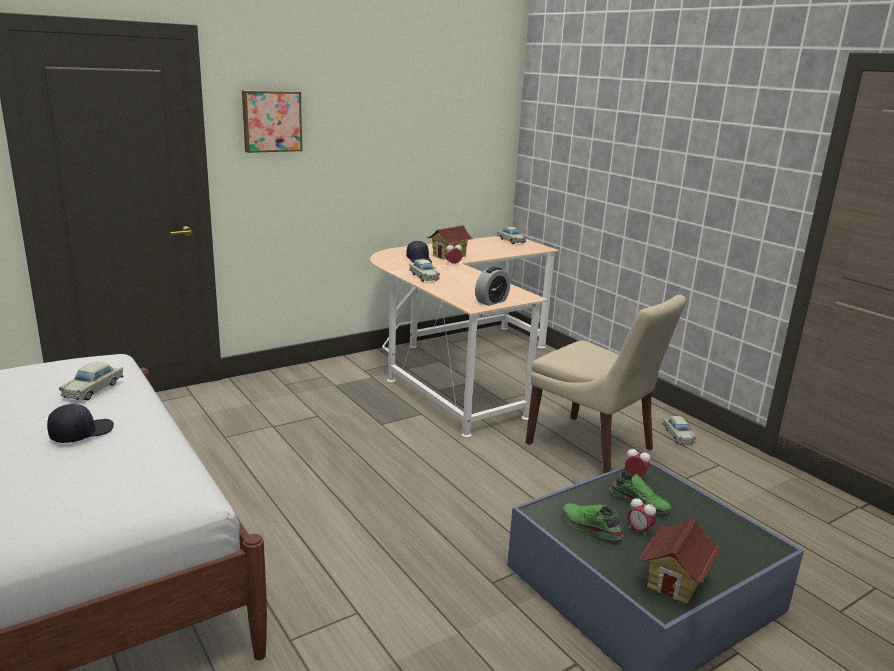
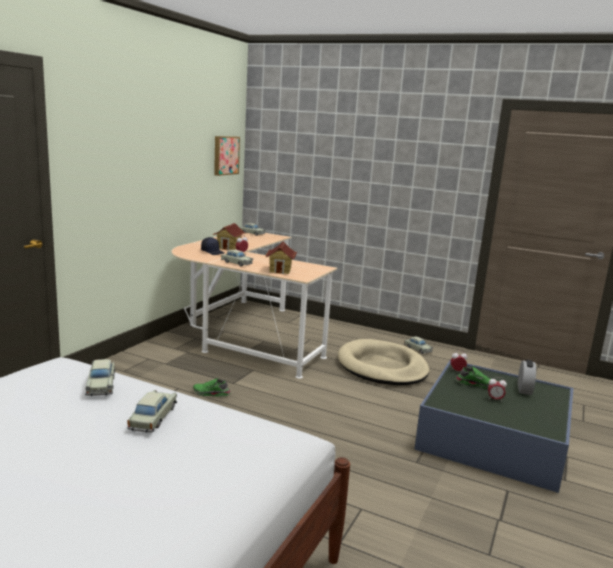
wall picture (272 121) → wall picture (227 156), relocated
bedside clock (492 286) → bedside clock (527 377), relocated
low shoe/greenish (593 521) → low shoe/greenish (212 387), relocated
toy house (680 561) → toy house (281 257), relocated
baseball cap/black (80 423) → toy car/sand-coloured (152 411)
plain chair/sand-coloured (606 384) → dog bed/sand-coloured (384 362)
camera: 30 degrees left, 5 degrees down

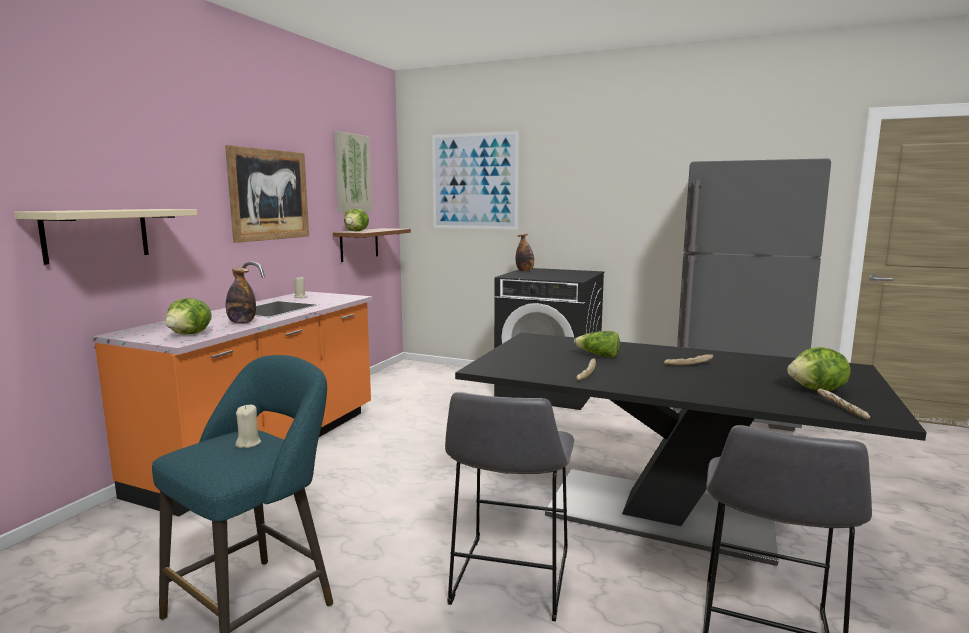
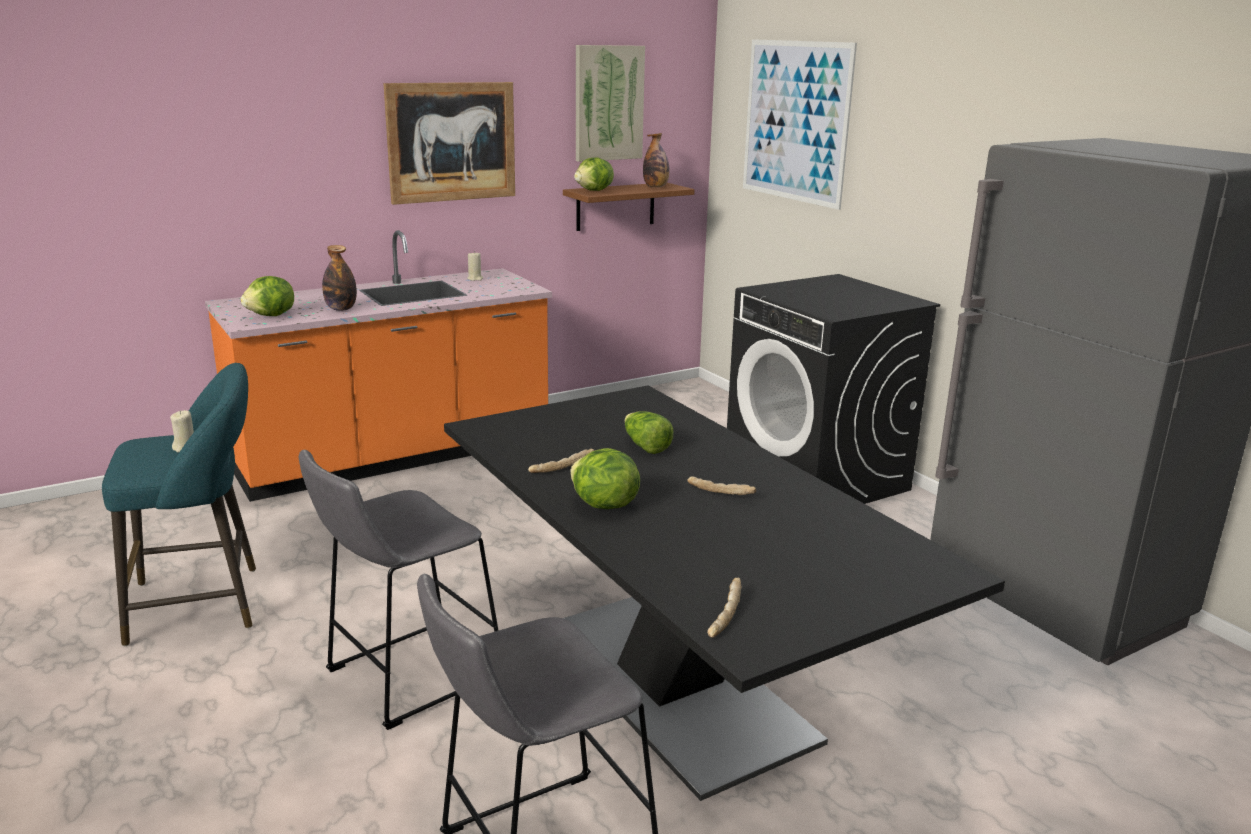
bracket shelf/sand-coloured (105 237) → -
drink bottle (525 252) → drink bottle (656 160), relocated
lettuce head (818 369) → lettuce head (605 478), relocated
camera: 35 degrees right, 10 degrees up

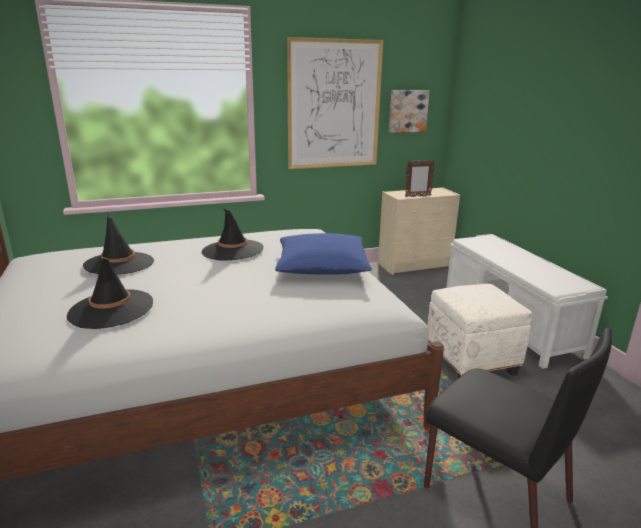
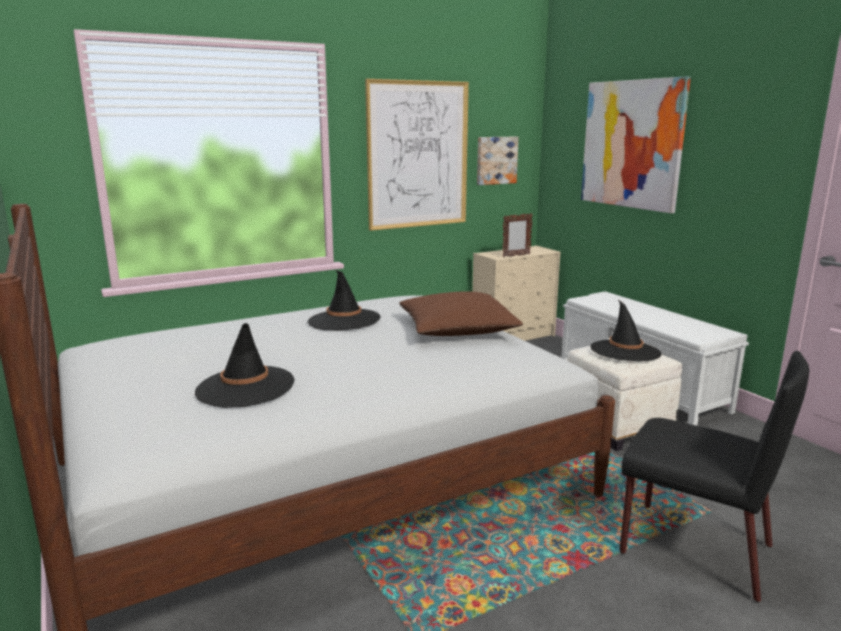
- → wall picture (636 144)
wearable hat/black (118 244) → wearable hat/black (625 330), relocated
cushion/blue-coloured (323 254) → cushion/brownish (461 314)
camera: 10 degrees left, 5 degrees down

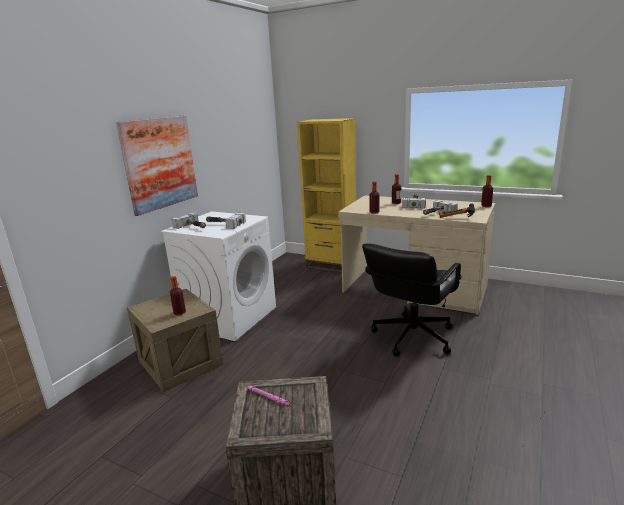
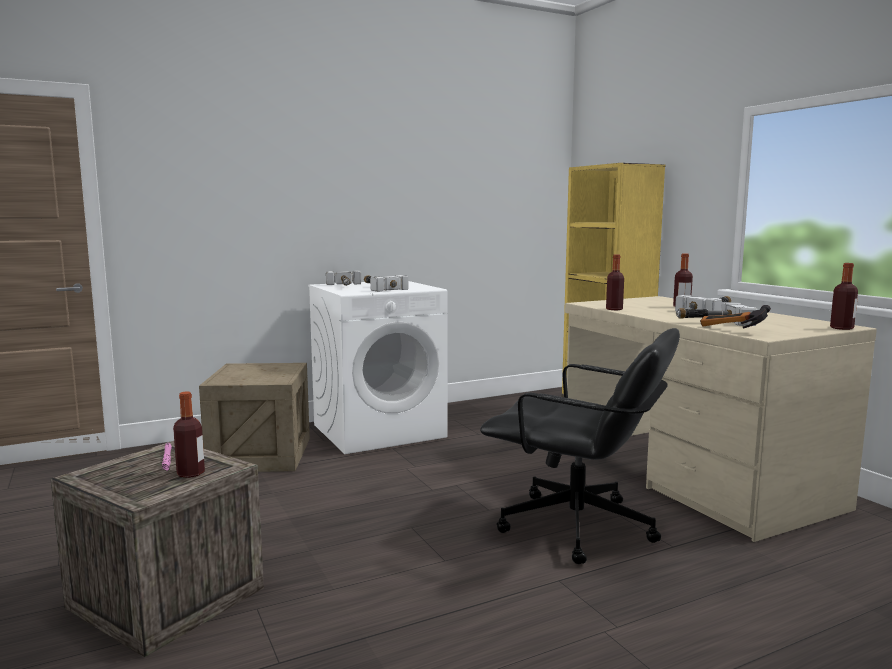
wall picture (157 165) → -
drink bottle (178 295) → drink bottle (189 434), relocated
computer chair/black (412 300) → computer chair/black (580 446), 135 degrees counterclockwise
camera: 35 degrees right, 10 degrees down

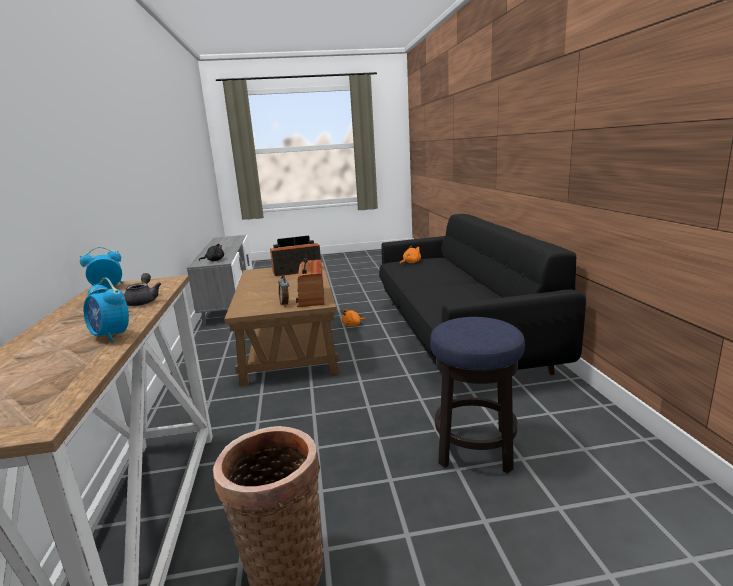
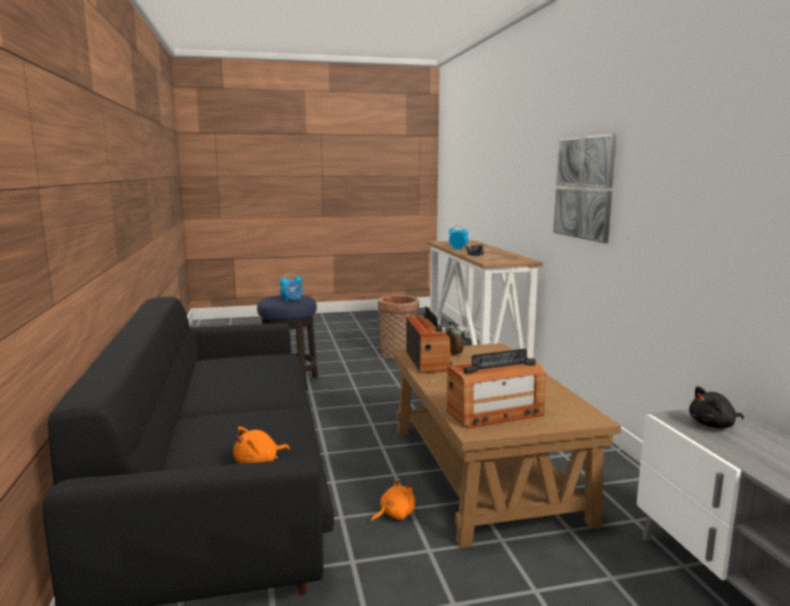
- → wall picture (585 188)
bedside clock (102 267) → bedside clock (291 288), relocated
camera: 175 degrees right, 5 degrees down

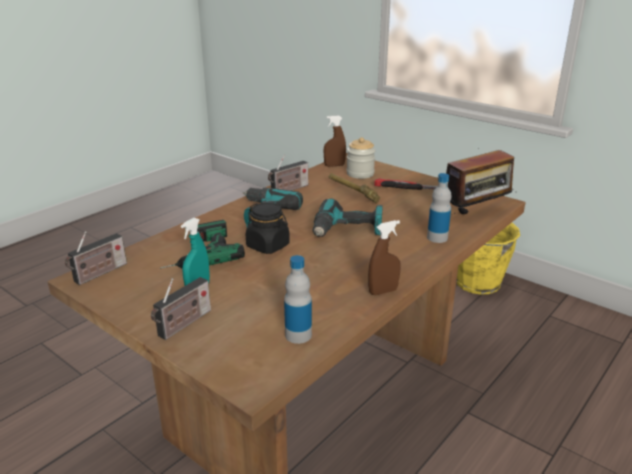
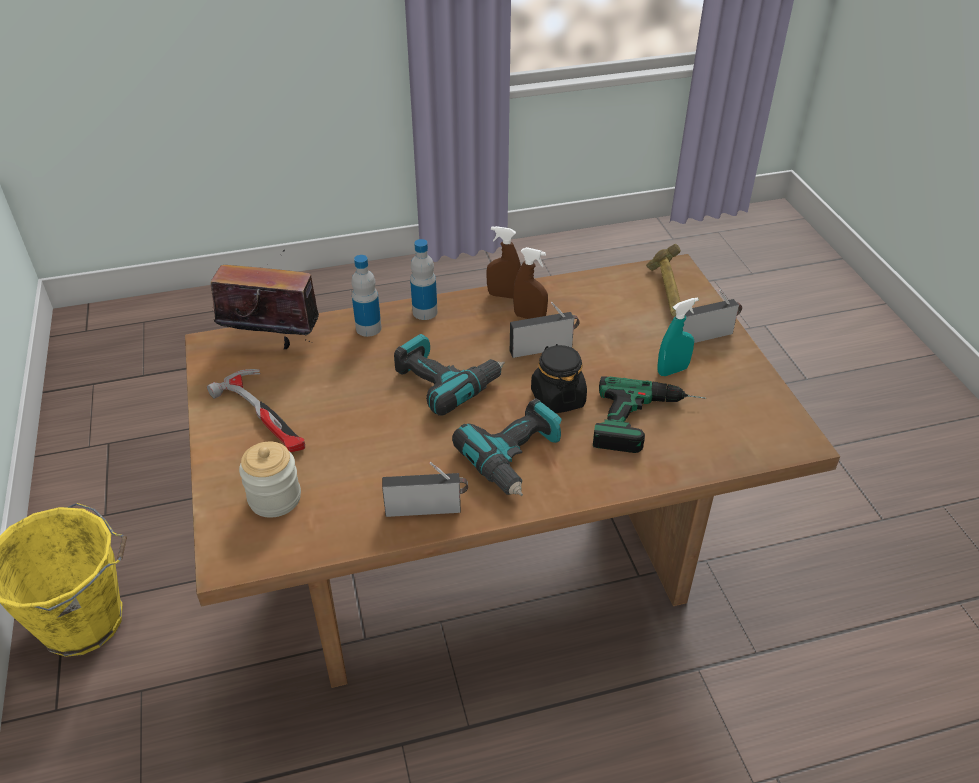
radio (96 258) → radio (544 330), relocated
drink bottle (298 299) → drink bottle (424 279), relocated
spray bottle/brownish (334 140) → spray bottle/brownish (530 283), relocated
hammer (354 188) → hammer (663 280), relocated
camera: 145 degrees left, 15 degrees up

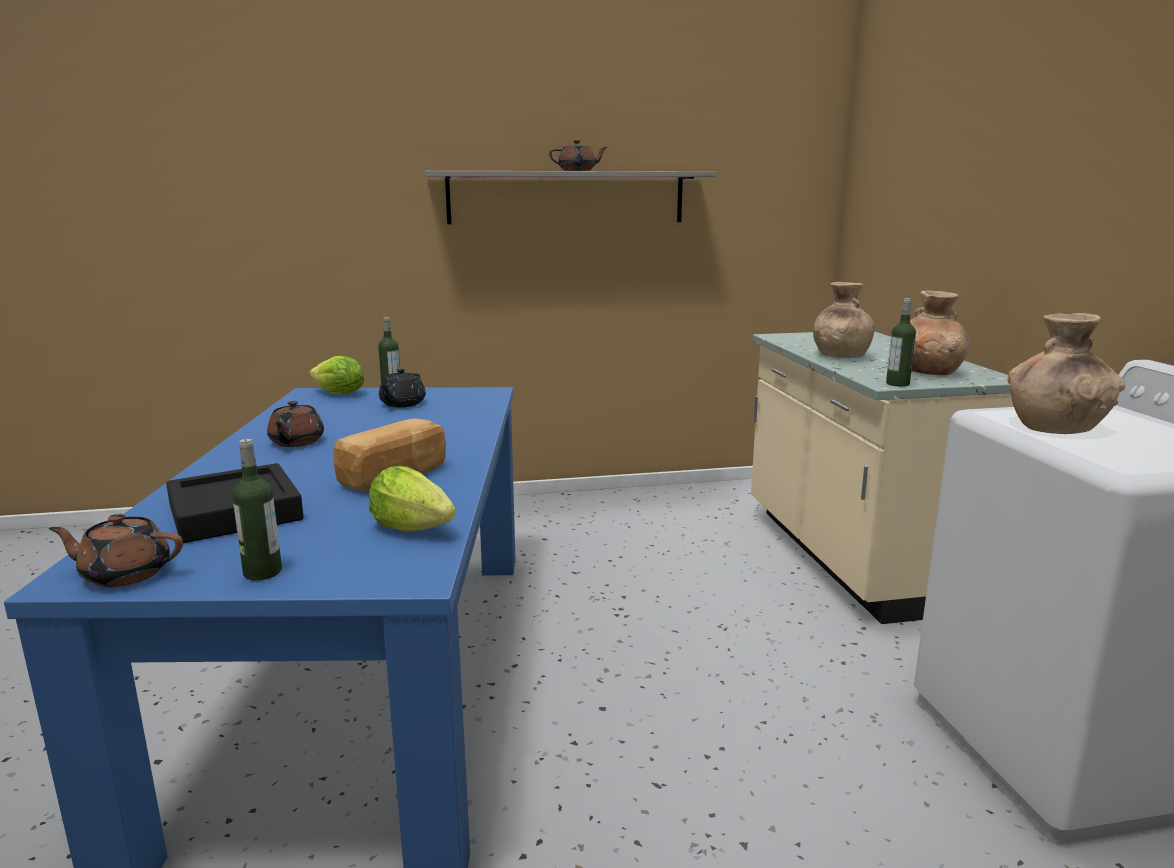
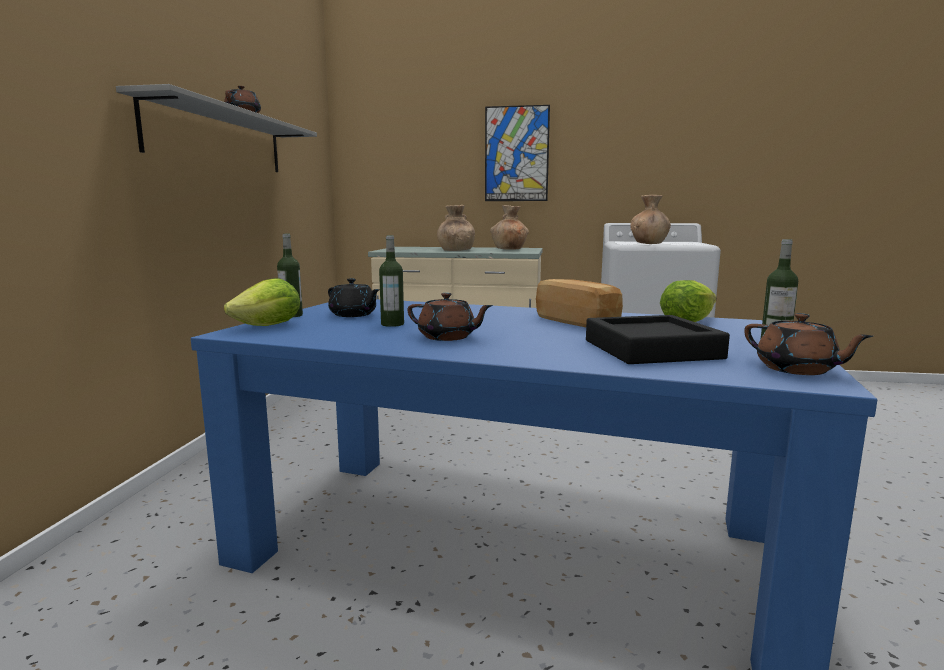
- → wall picture (517 153)
drink bottle (901 342) → drink bottle (391 281), relocated
teapot/brownish (115 550) → teapot/brownish (808 344), 60 degrees counterclockwise
camera: 70 degrees left, 5 degrees down

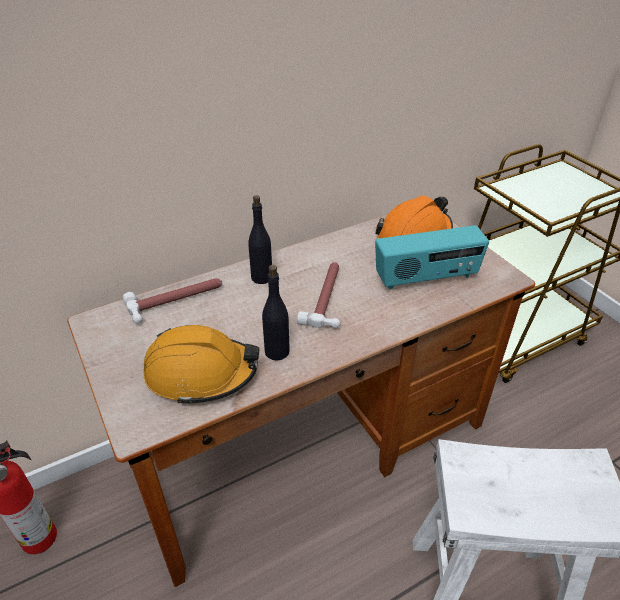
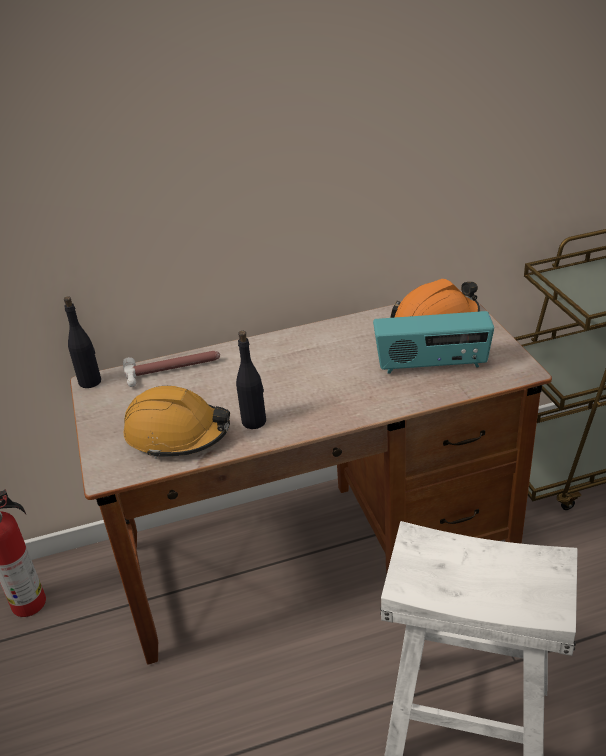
hammer (319 295) → -
drink bottle/black (260 239) → drink bottle/black (82 342), relocated
camera: 15 degrees right, 5 degrees down

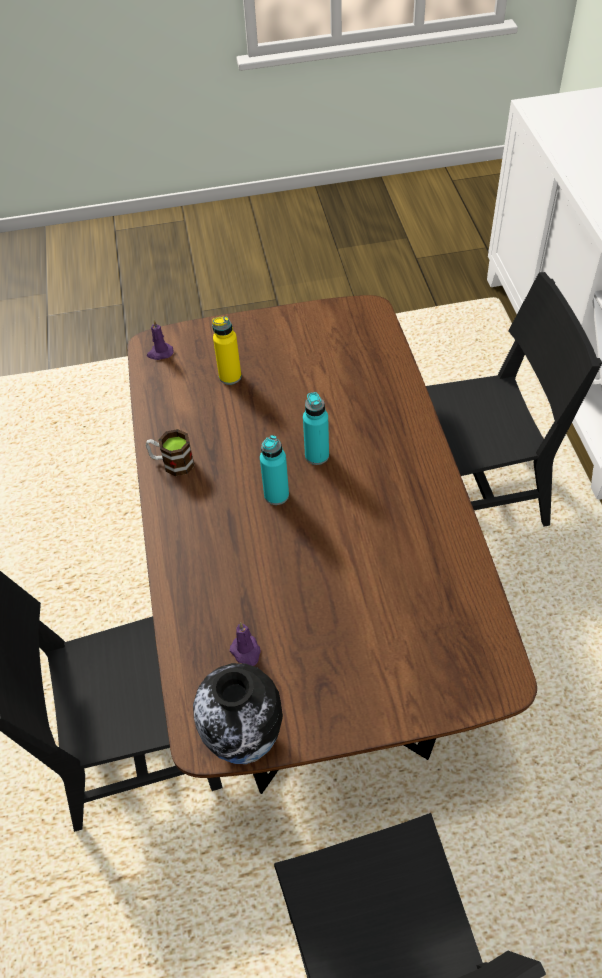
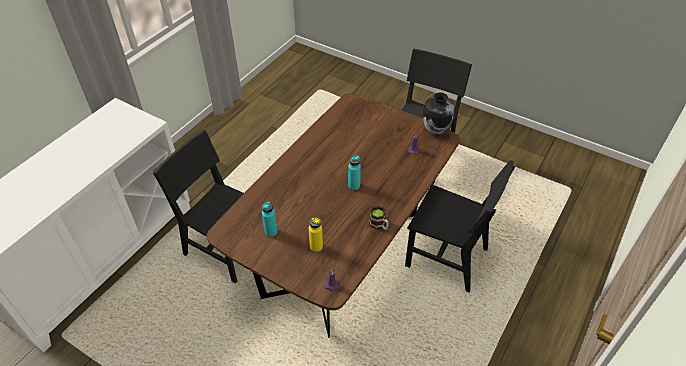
drink bottle/turquoise (316 428) → drink bottle/turquoise (270 219), relocated
camera: 140 degrees left, 5 degrees down

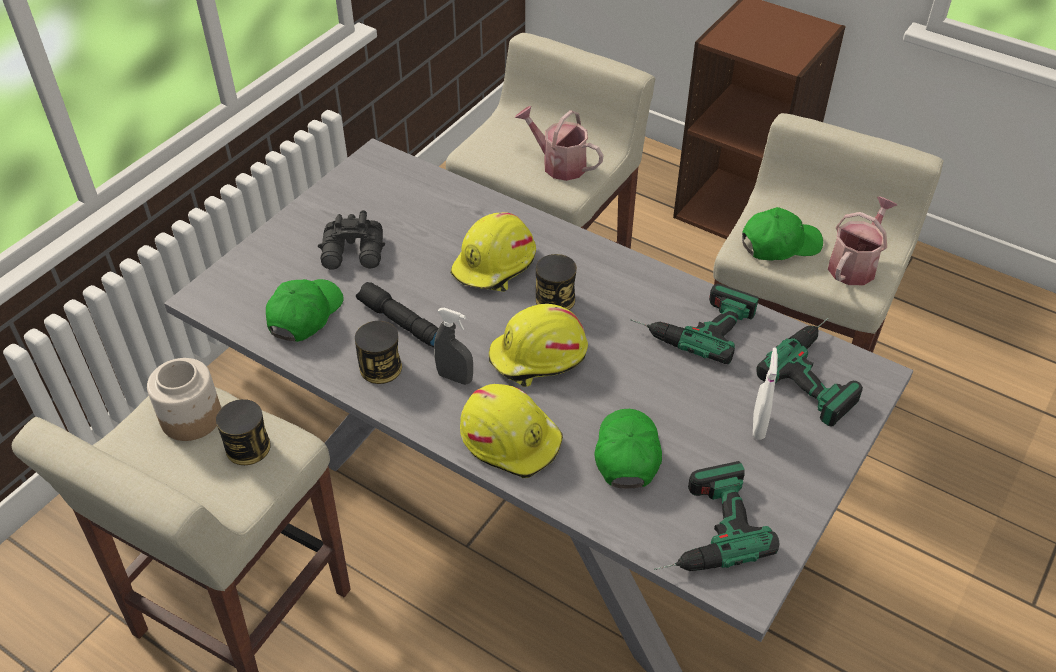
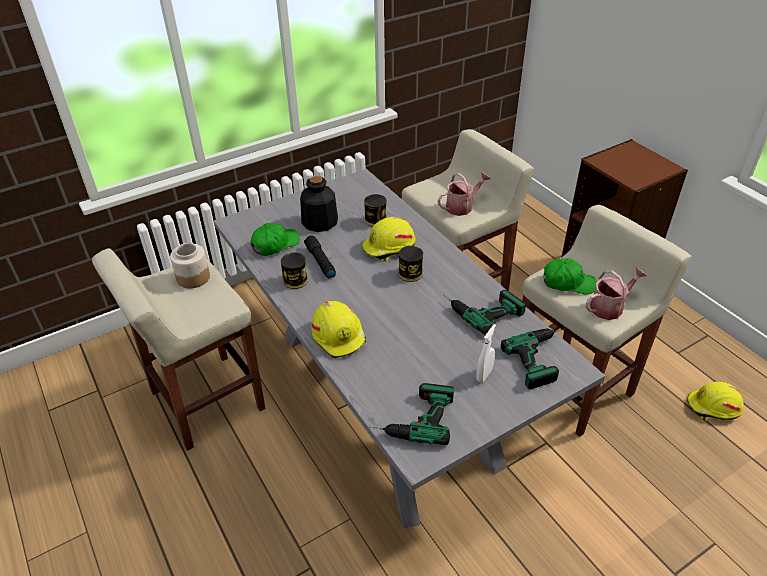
spray bottle/greyish (453 346) → -
baseball cap/greenish (628 449) → -
sealed can (243 432) → sealed can (375 210), relocated
hard hat/yellowish (538 345) → hard hat/yellowish (715 401), relocated
pair of binoculars/black (351 240) → drink bottle (319 204)
sprinkling can (559 143) → sprinkling can (464 194), 90 degrees clockwise
camera: 25 degrees right, 5 degrees down

